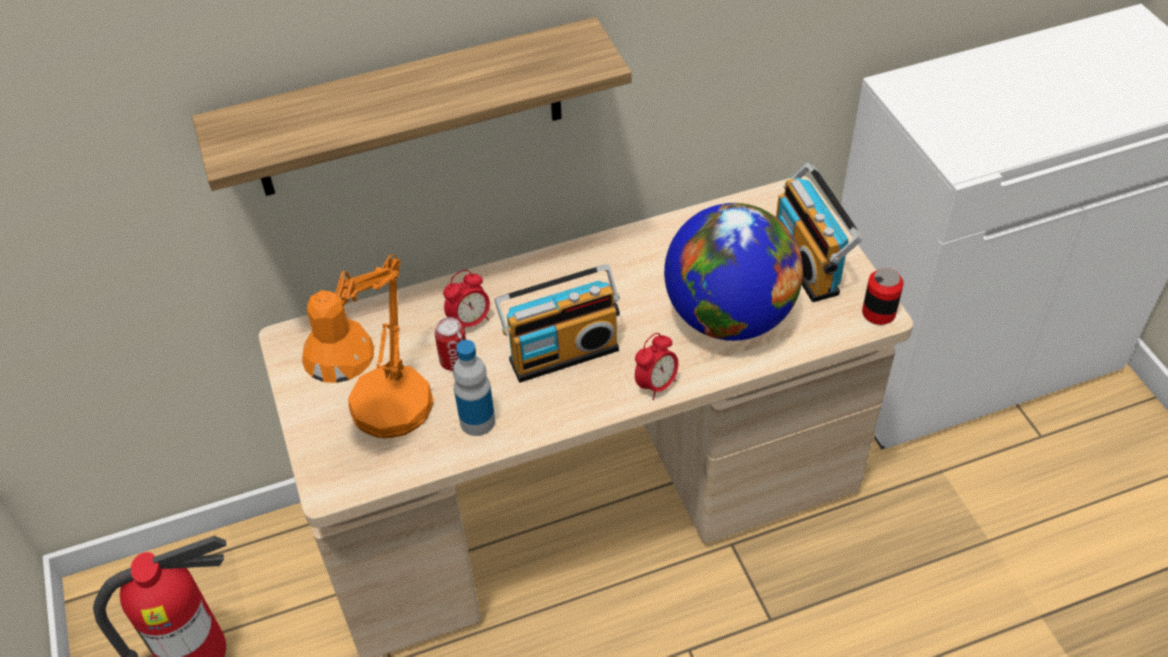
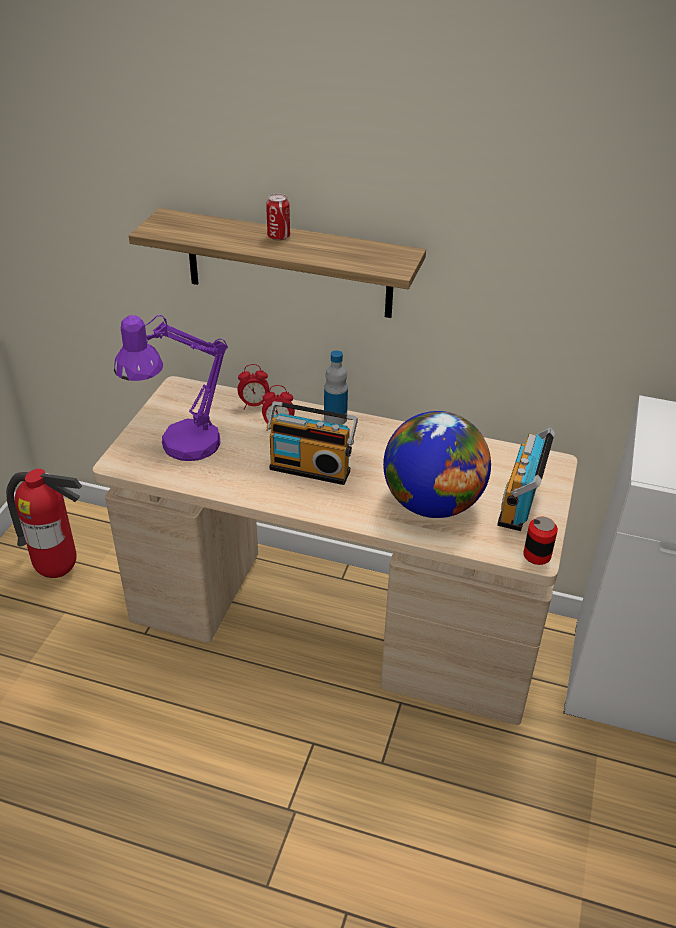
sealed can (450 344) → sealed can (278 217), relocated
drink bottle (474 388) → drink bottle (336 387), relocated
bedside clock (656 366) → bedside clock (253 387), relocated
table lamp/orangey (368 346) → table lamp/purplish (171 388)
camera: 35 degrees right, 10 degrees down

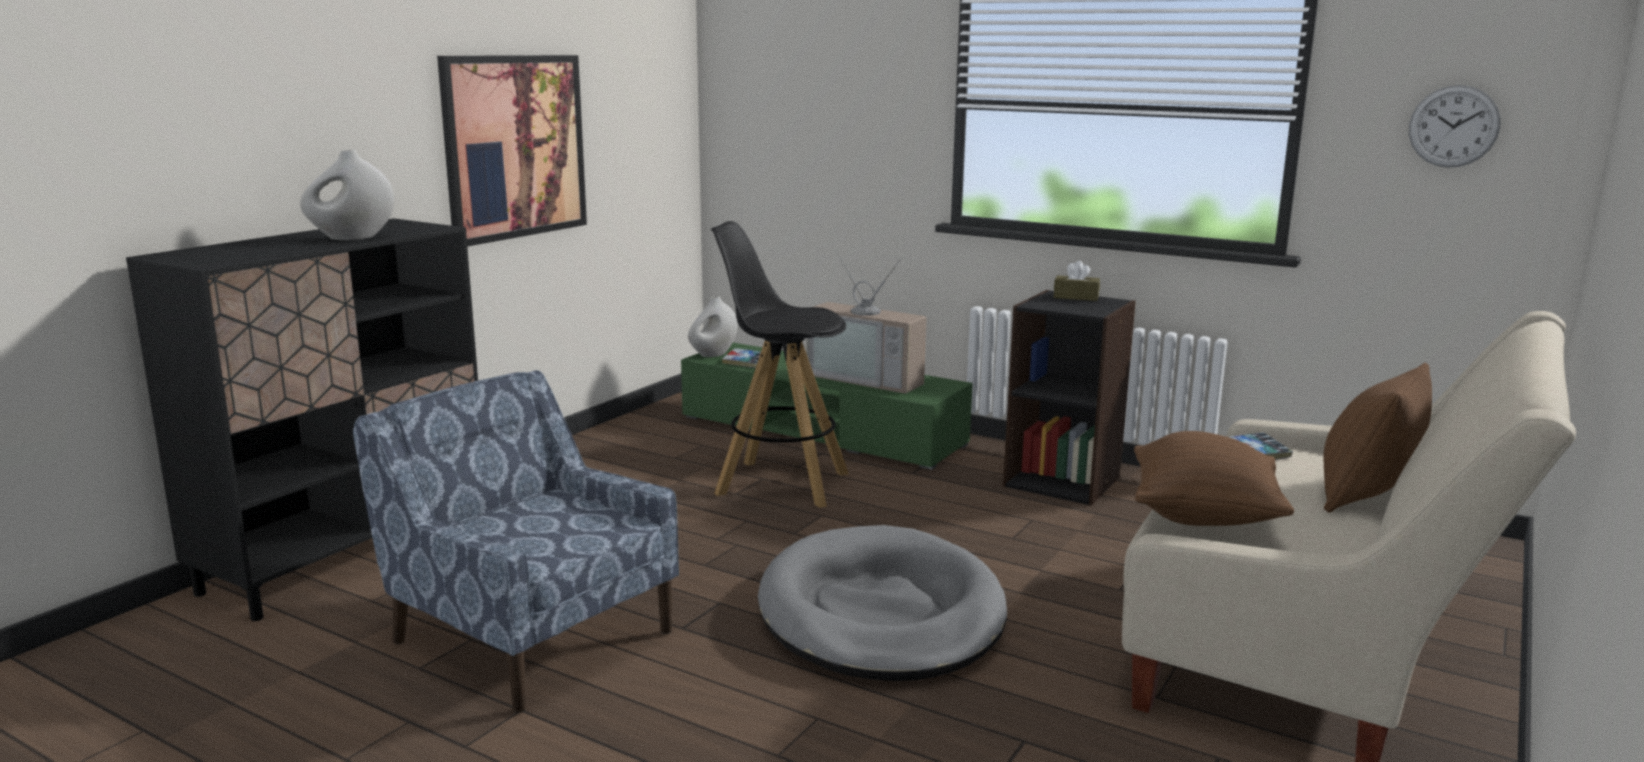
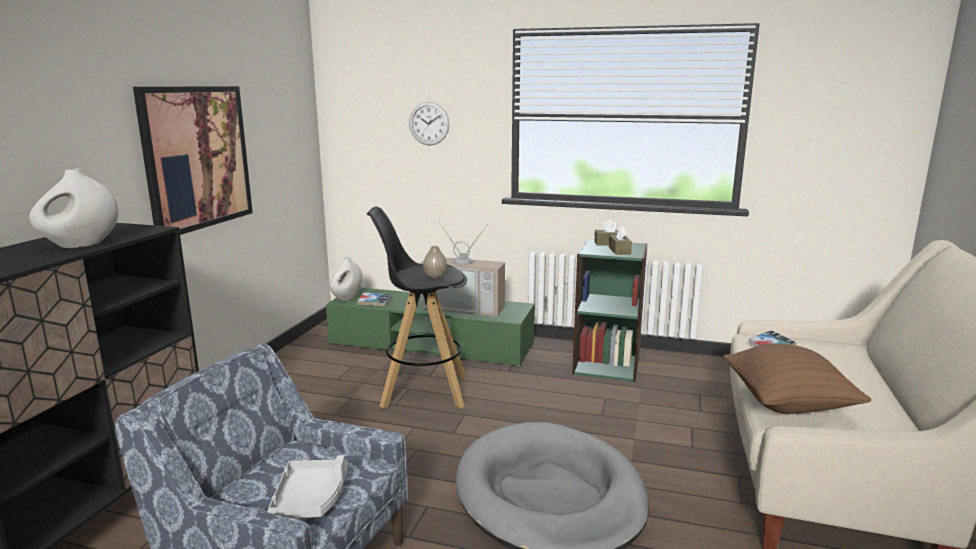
cushion/brownish (1378 438) → -
- → serving tray/greyish (307 486)
- → vase (435 262)
- → box of tissues/brownish (620 240)
clock on the wall (1455 126) → clock on the wall (429 124), relocated
bookshelf/black (1069 398) → bookshelf/greenish (609 310)
camera: 15 degrees left, 0 degrees up

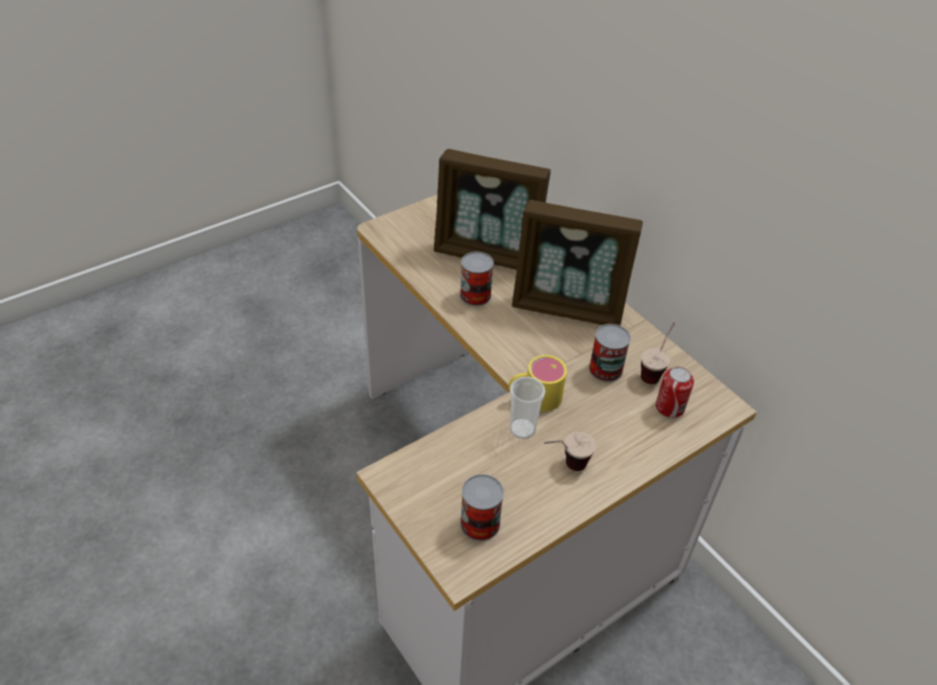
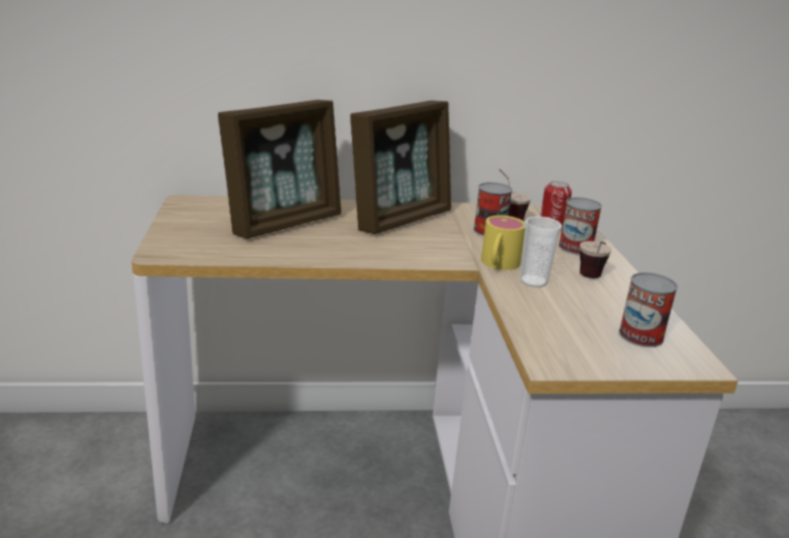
sealed can (477 279) → sealed can (580 226), relocated
camera: 60 degrees left, 20 degrees down

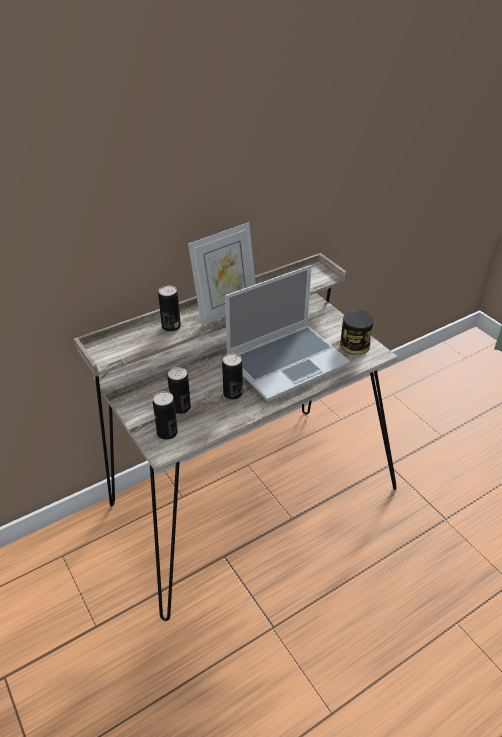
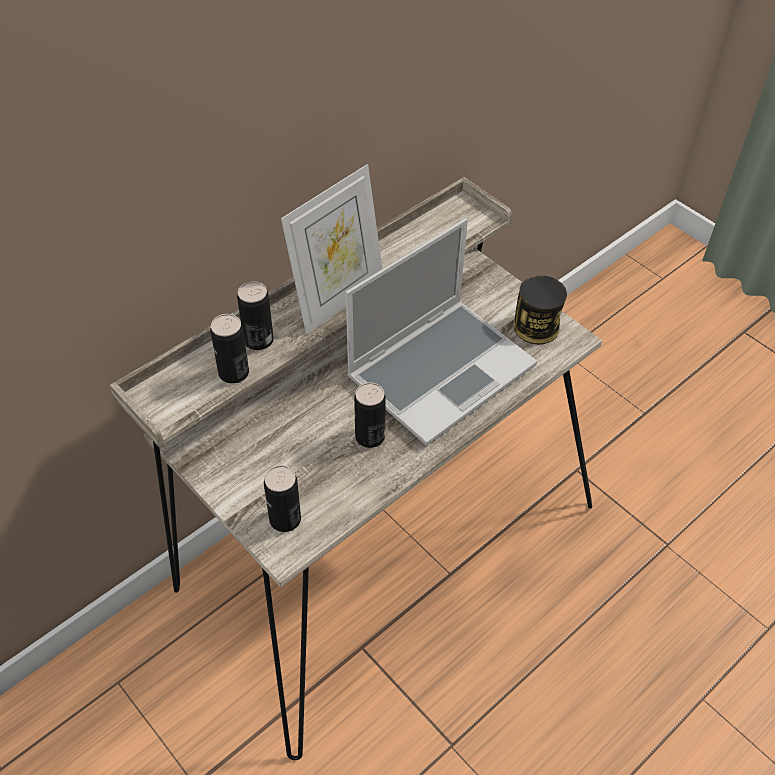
sealed can (179 390) → sealed can (229 348), relocated
camera: 10 degrees left, 10 degrees up

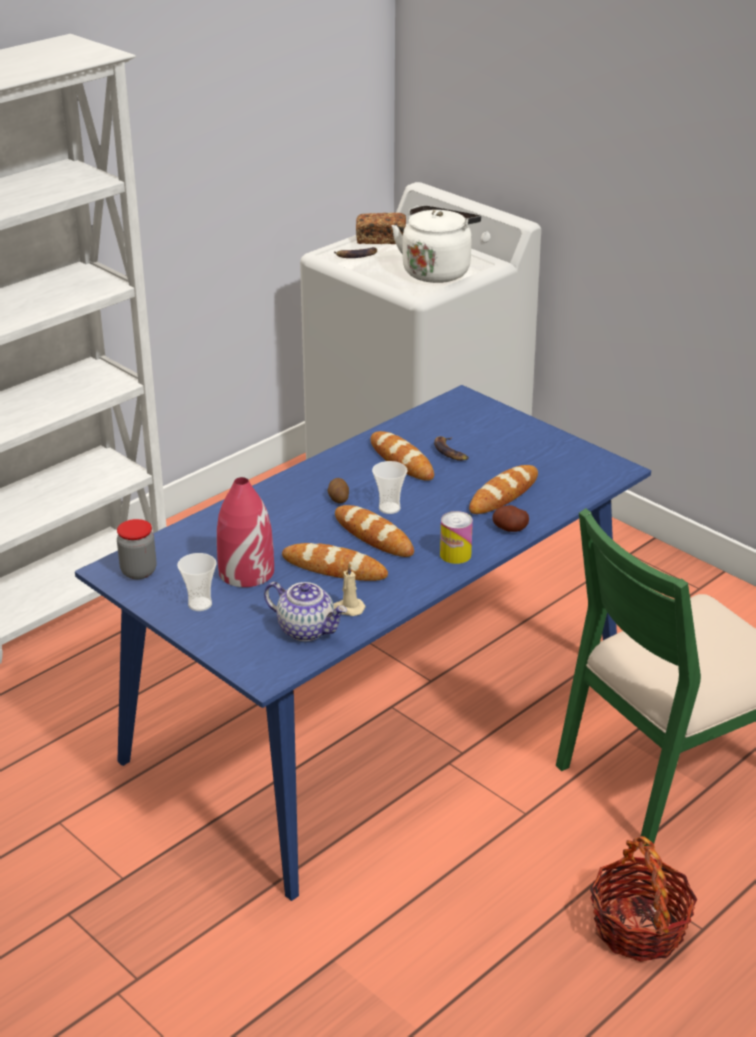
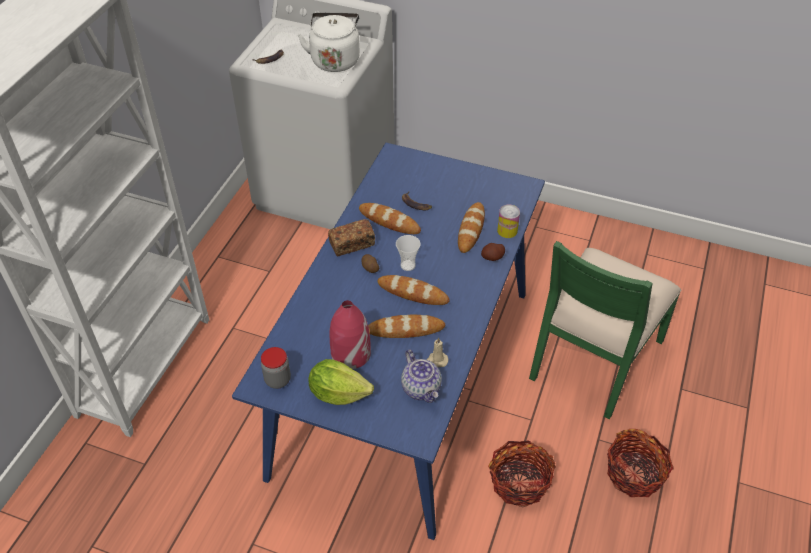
- → basket (522 473)
bakery bread (381 228) → bakery bread (351 237), relocated
sealed can (456 537) → sealed can (508 221), relocated
small cup (197 582) → lettuce head (341 382)
teapot (305 611) → teapot (421 376), 60 degrees clockwise
camera: 25 degrees left, 15 degrees up

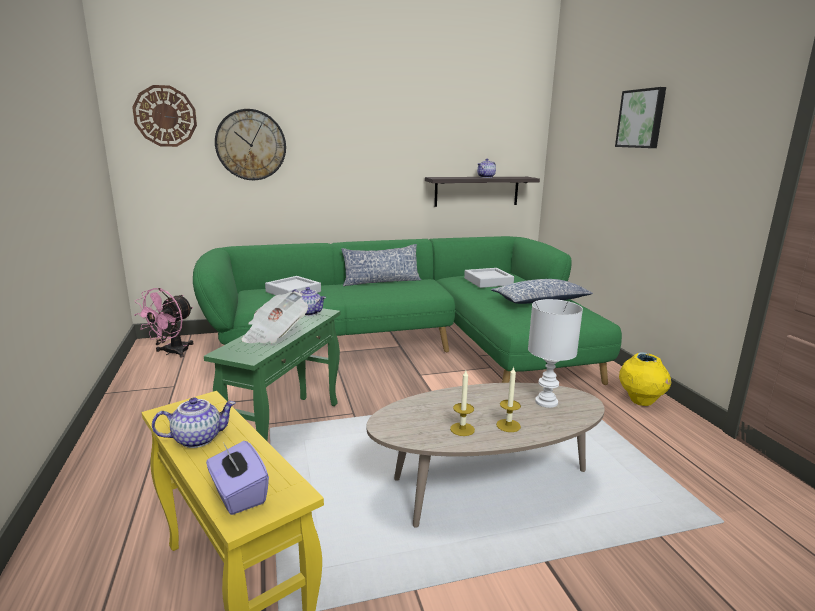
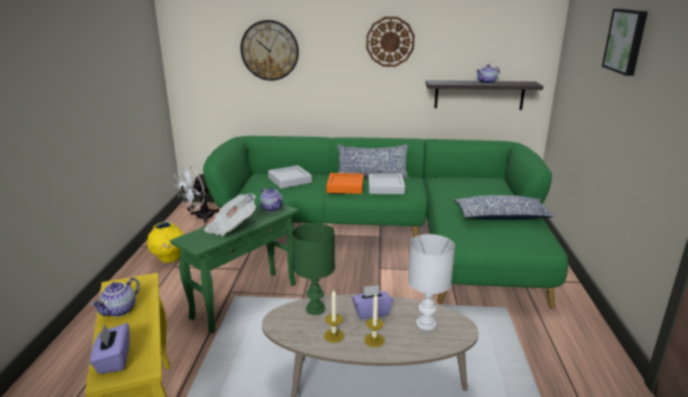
- → table lamp/greenish (313 269)
- → serving tray/orangey (345 183)
- → box of tissues/purplish (372 302)
clock on the wall (164 116) → clock on the wall (390 42), relocated
serving tray/greyish (489 278) → serving tray/greyish (386 184), relocated
vase/yellowish (645 379) → vase/yellowish (165 242), relocated
fan/pinkish (164 322) → fan/white-coloured (196 195)
teapot (194 422) → teapot (115 297), 120 degrees clockwise
camera: 20 degrees right, 5 degrees up

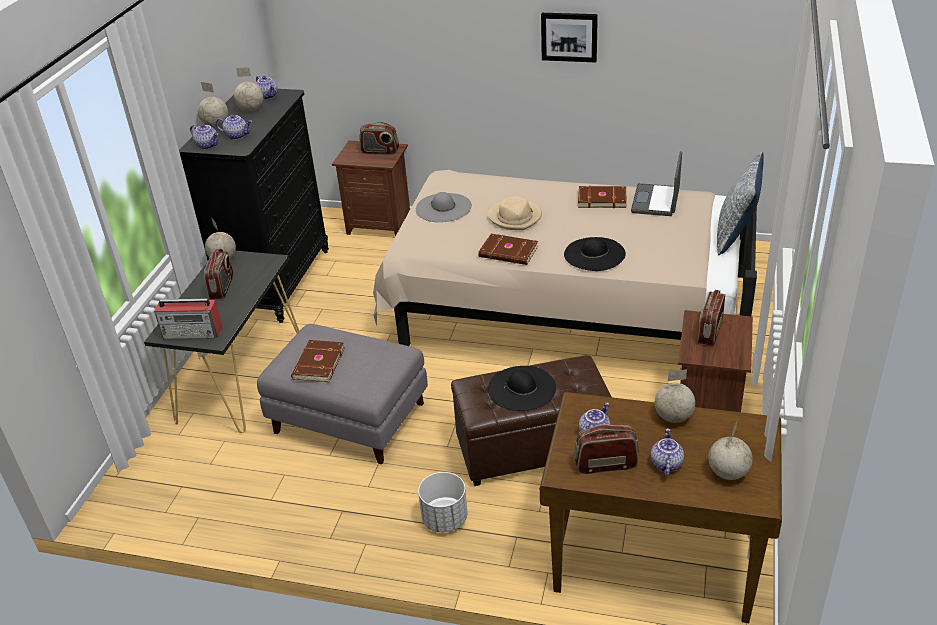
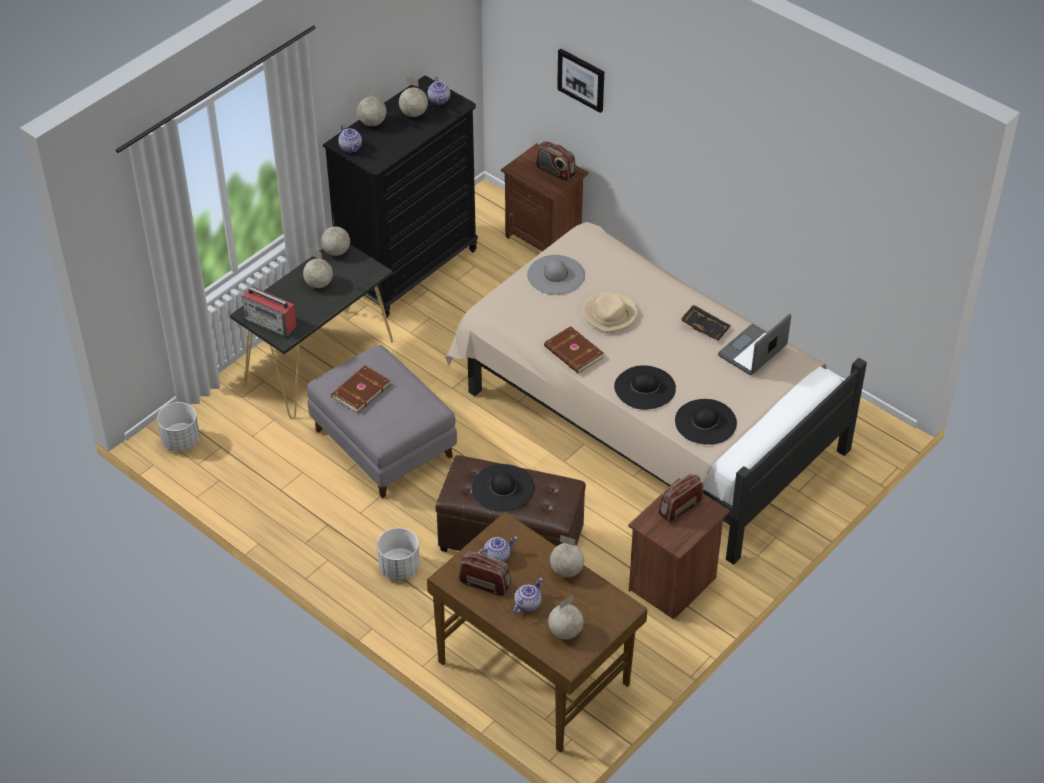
teapot (234 127) → -
cushion (740 203) → -
- → plant pot/white-coloured (178 426)
- → wearable hat/black (706 422)
wall picture (569 37) → wall picture (580 81), relocated
radio (218 274) → world globe (318 268)
book/brownish (602 197) → serving tray/black (705 322)
camera: 25 degrees right, 10 degrees up

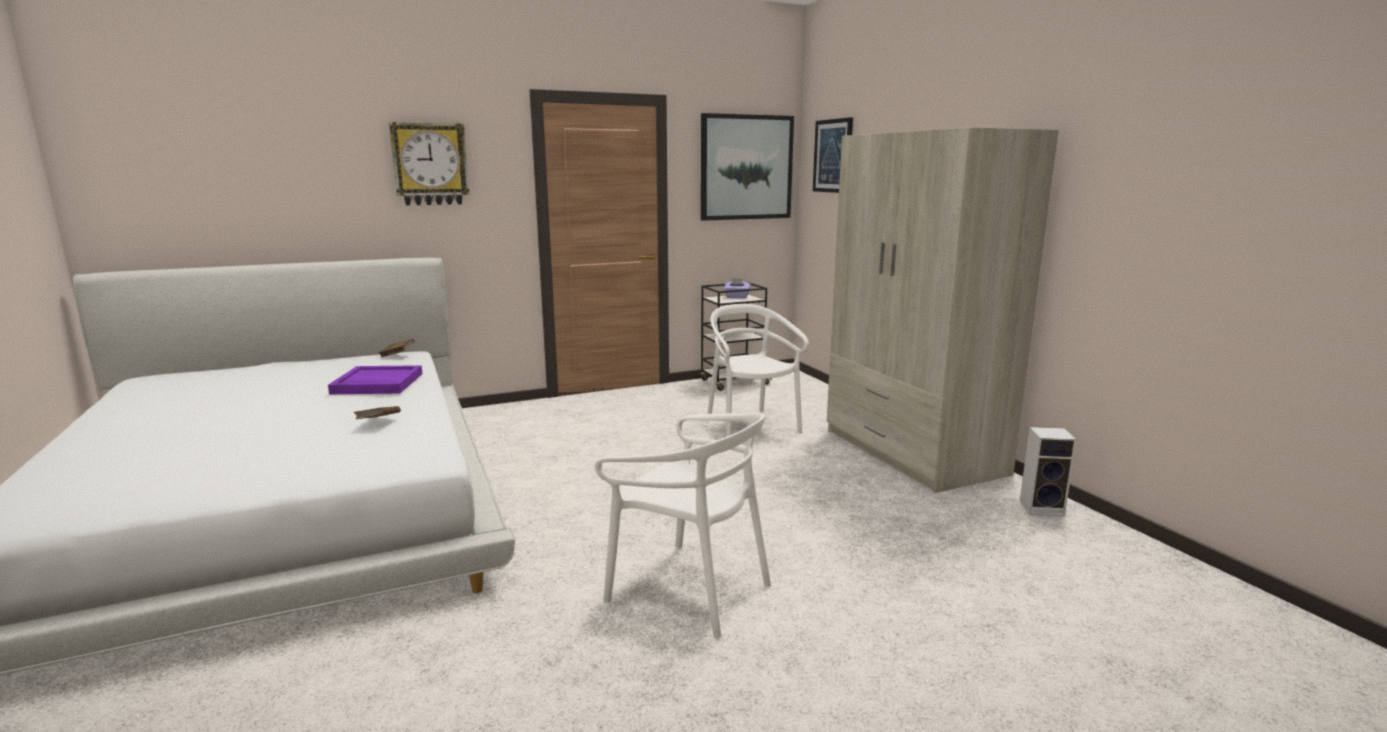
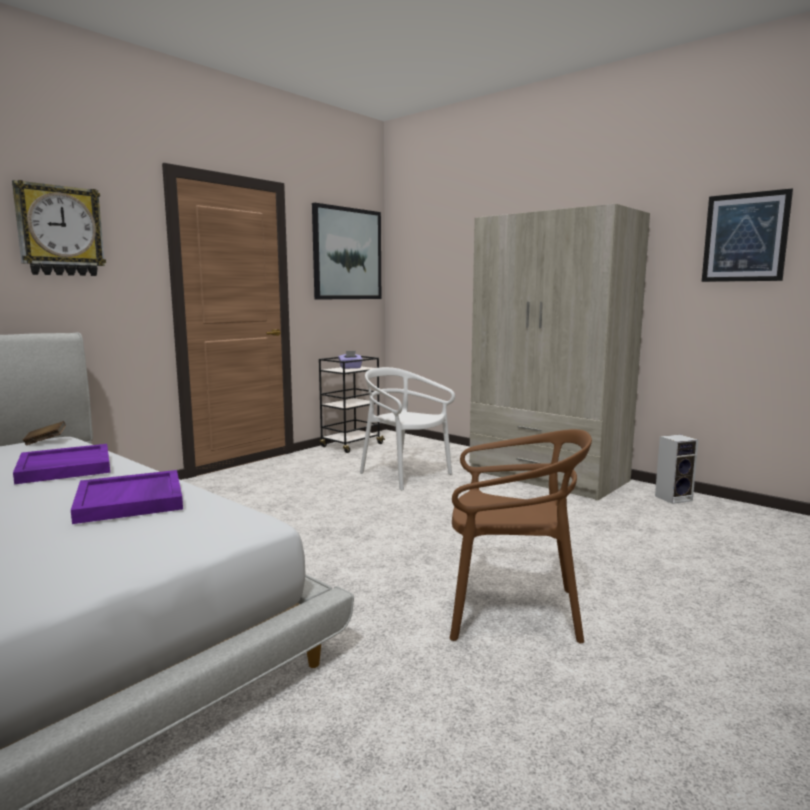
wall picture (833 155) → wall picture (747 235), relocated
book/brownish (377 412) → serving tray/purplish (127 497)
plain chair/white-coloured (683 525) → plain chair/brownish (521 536)
camera: 25 degrees left, 5 degrees down

